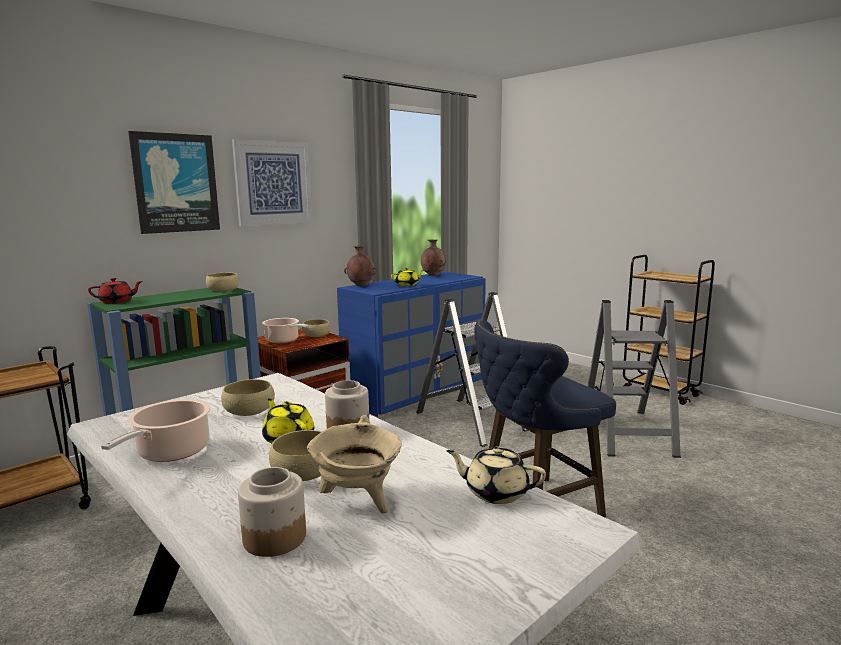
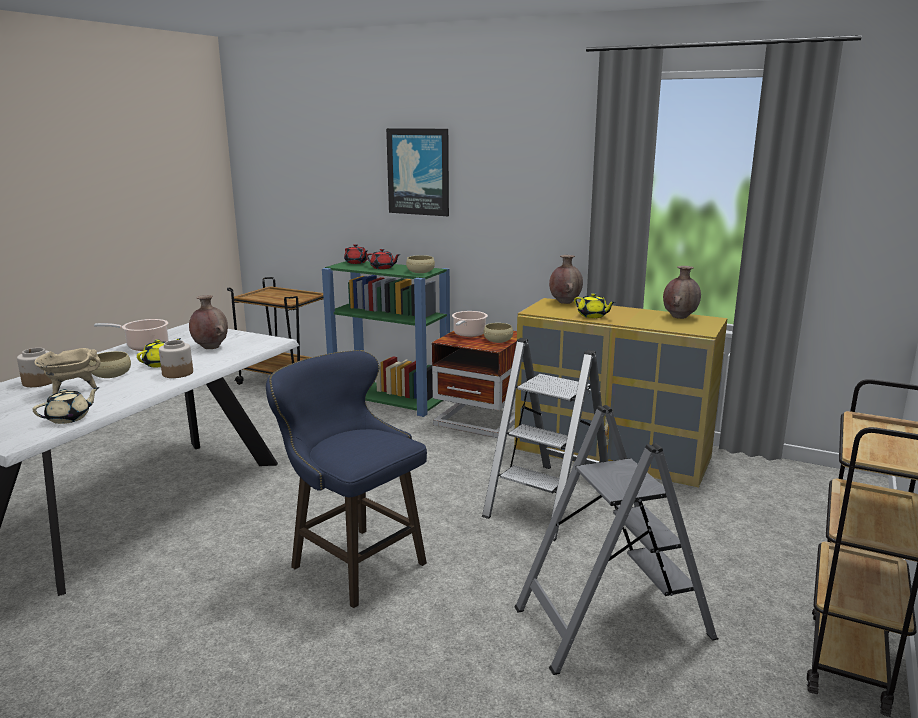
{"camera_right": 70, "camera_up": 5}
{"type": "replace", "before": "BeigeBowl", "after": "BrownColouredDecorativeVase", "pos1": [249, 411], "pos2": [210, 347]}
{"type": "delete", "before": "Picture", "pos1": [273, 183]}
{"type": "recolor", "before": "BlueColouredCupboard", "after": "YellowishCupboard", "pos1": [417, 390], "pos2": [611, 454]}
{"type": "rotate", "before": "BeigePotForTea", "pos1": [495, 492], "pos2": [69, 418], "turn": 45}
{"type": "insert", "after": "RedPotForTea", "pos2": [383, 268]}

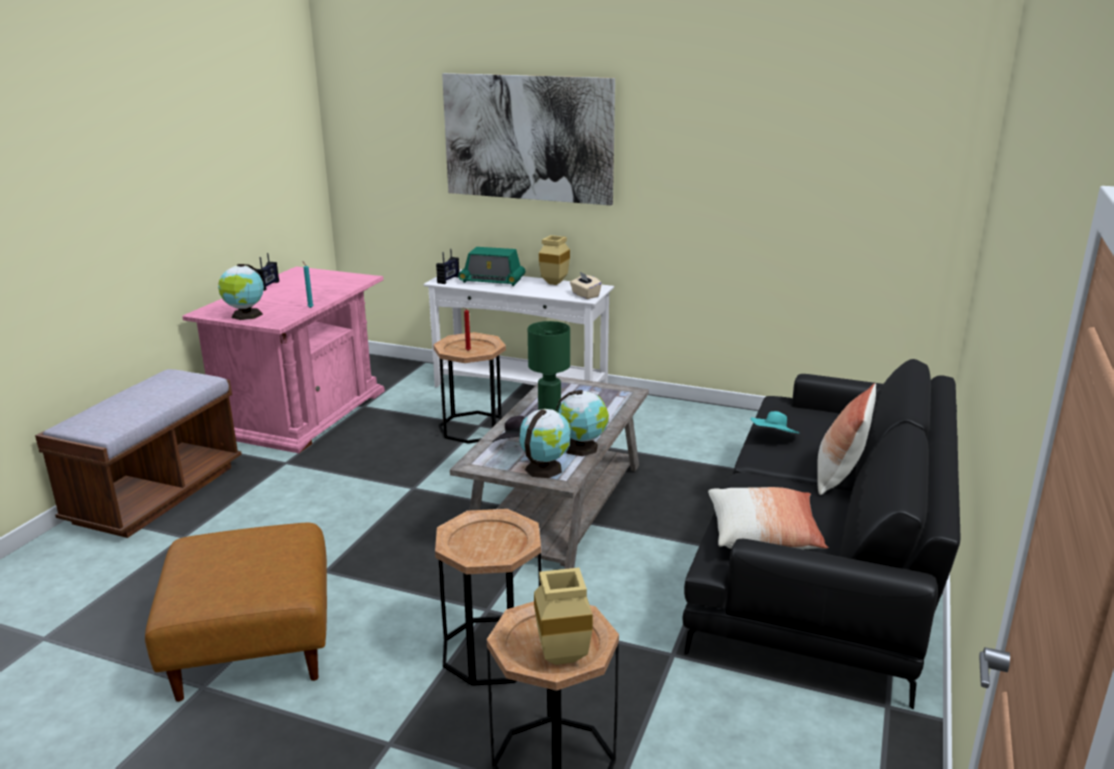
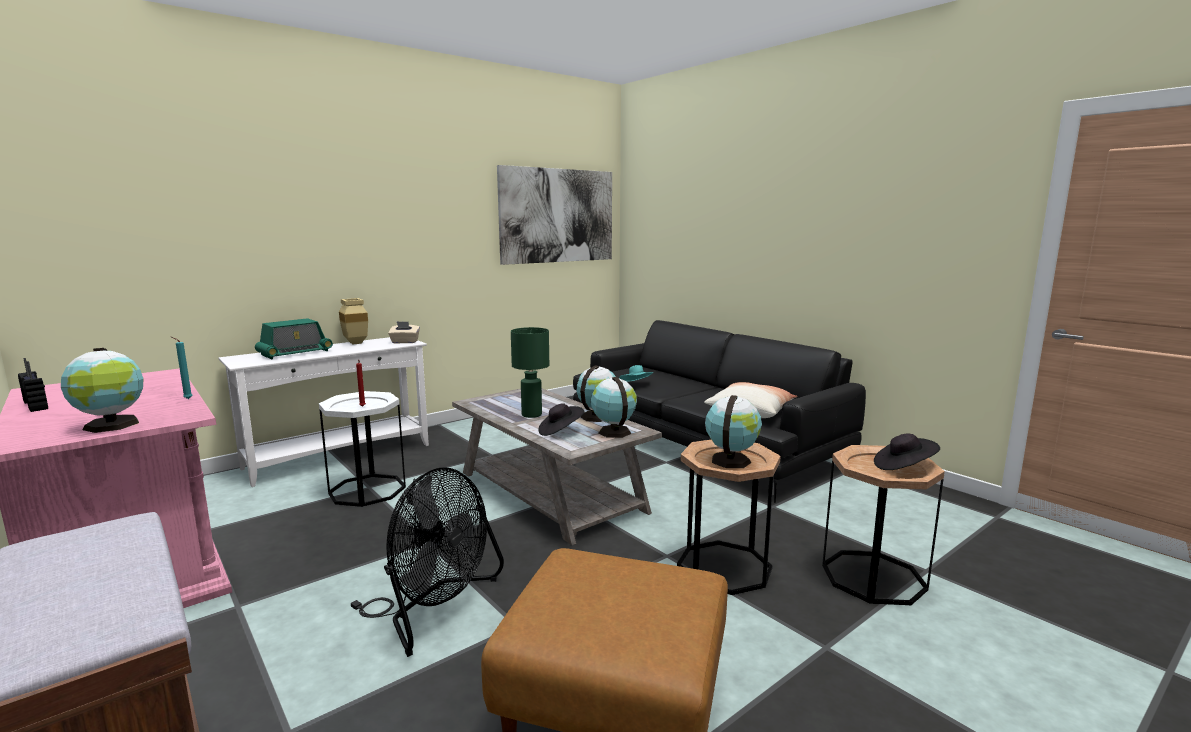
{"camera_right": -60, "camera_up": -10}
{"type": "recolor", "before": "BrownColouredAccentTable", "after": "WhitishAccentTable", "pos1": [473, 427], "pos2": [367, 490]}
{"type": "delete", "before": "RadioReceiver", "pos1": [449, 280]}
{"type": "move", "before": "Picture", "pos1": [528, 138], "pos2": [557, 216]}
{"type": "replace", "before": "BeigeDecorativeVase", "after": "BlackishClothingHat", "pos1": [565, 656], "pos2": [903, 467]}
{"type": "delete", "before": "Cushion", "pos1": [839, 477]}
{"type": "insert", "after": "BlackishFan", "pos2": [430, 609]}
{"type": "insert", "after": "Globe", "pos2": [730, 460]}

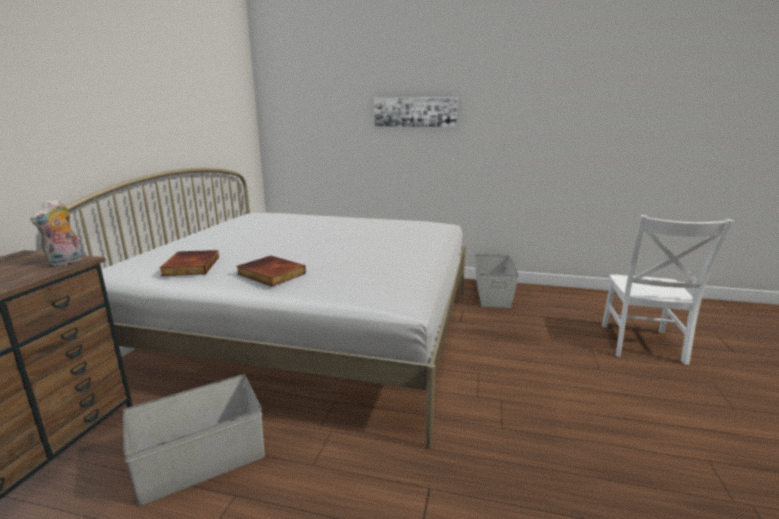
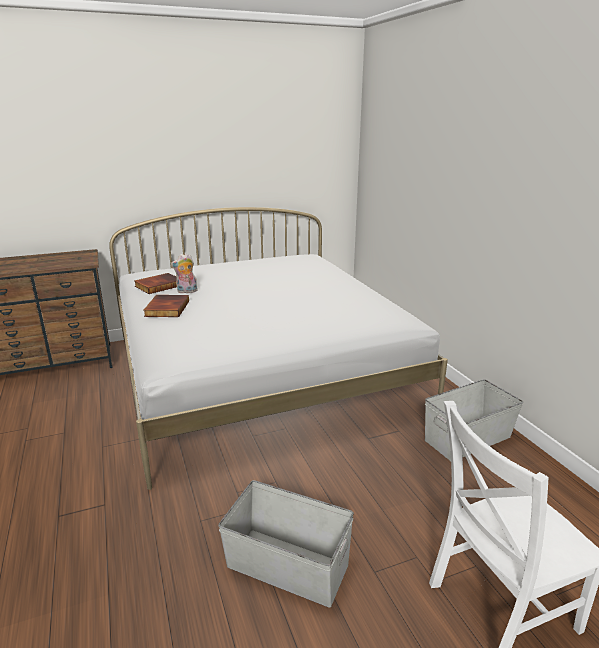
{"camera_right": 55, "camera_up": 5}
{"type": "move", "before": "SoftToy", "pos1": [67, 263], "pos2": [186, 291]}
{"type": "move", "before": "GreyStorageContainer", "pos1": [202, 462], "pos2": [287, 566]}
{"type": "delete", "before": "Picture", "pos1": [415, 112]}

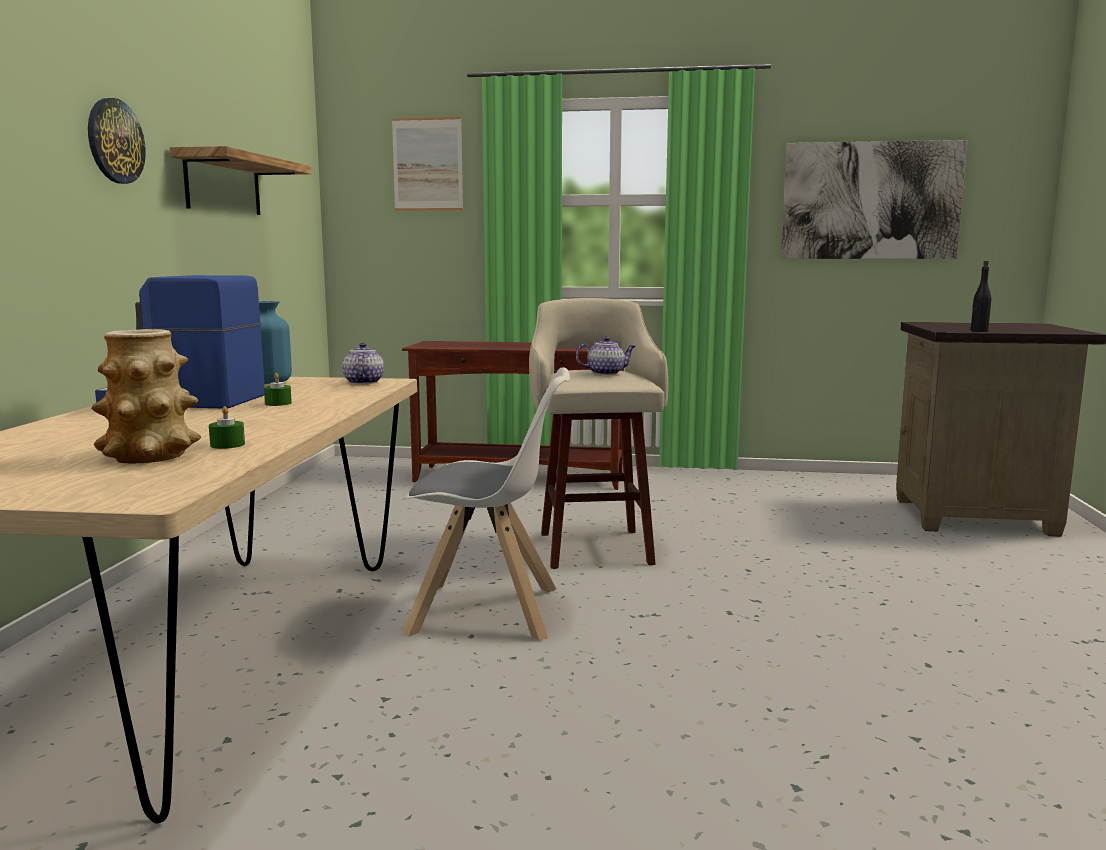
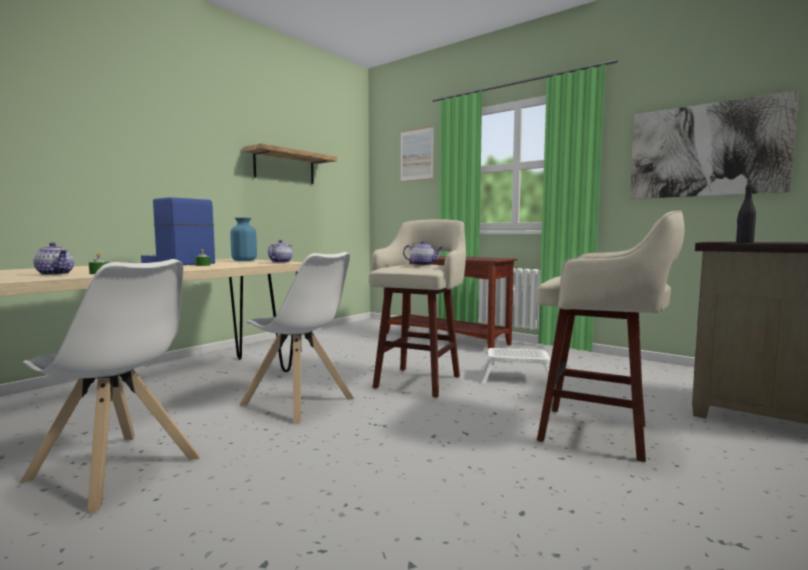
{"camera_right": 30, "camera_up": -5}
{"type": "delete", "before": "WallClock", "pos1": [115, 141]}
{"type": "replace", "before": "DecorativeVase", "after": "PotForTea", "pos1": [150, 456], "pos2": [56, 274]}
{"type": "insert", "after": "UprightChair", "pos2": [117, 470]}
{"type": "insert", "after": "WhitishStepStool", "pos2": [517, 378]}
{"type": "insert", "after": "BeigeSittingStool", "pos2": [599, 434]}

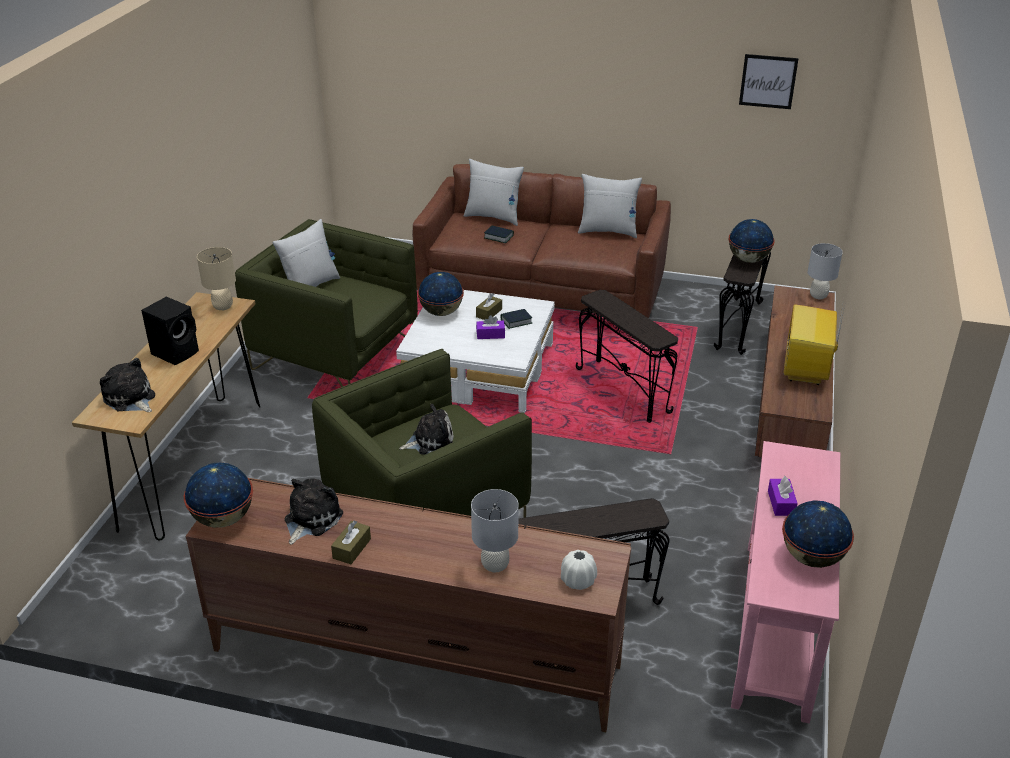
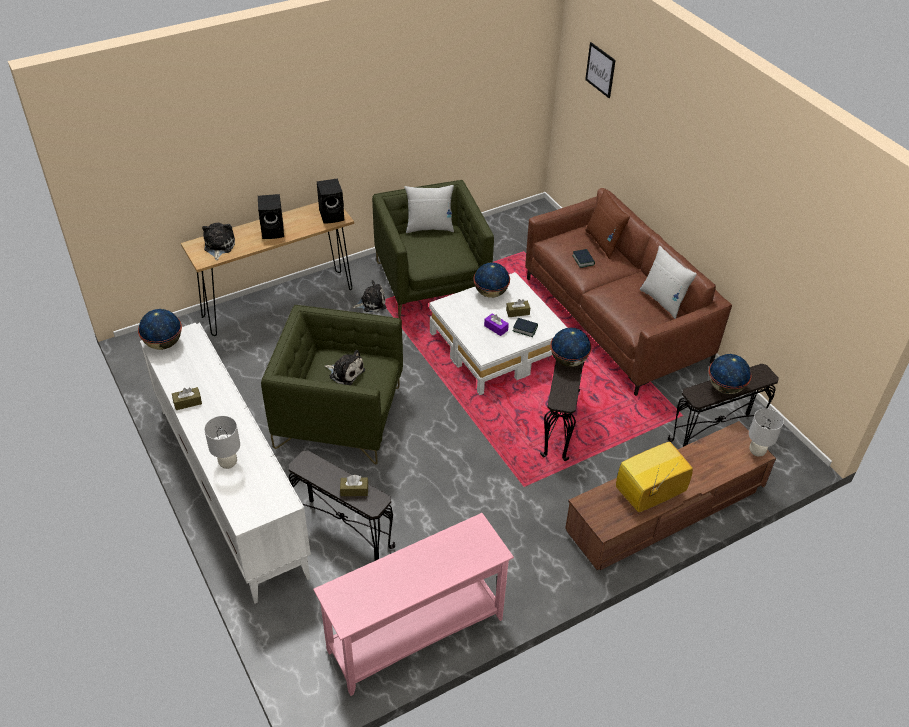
{"camera_right": 45, "camera_up": 10}
{"type": "recolor", "before": "BrownColouredCupboard", "after": "WhitishCupboard", "pos1": [413, 659], "pos2": [229, 489]}
{"type": "replace", "before": "BeigeTabletopLamp", "after": "BlackishLoudspeaker", "pos1": [222, 307], "pos2": [332, 215]}
{"type": "move", "before": "SoftToy", "pos1": [310, 519], "pos2": [371, 303]}
{"type": "recolor", "before": "GreyCushion", "after": "BrownColouredCushion", "pos1": [493, 217], "pos2": [603, 243]}
{"type": "delete", "before": "WhitishDecorativeVase", "pos1": [578, 581]}
{"type": "move", "before": "Picture", "pos1": [768, 81], "pos2": [600, 70]}
{"type": "delete", "before": "PurplishTissueBox", "pos1": [781, 503]}
{"type": "move", "before": "Globe", "pos1": [812, 558], "pos2": [568, 361]}
{"type": "insert", "after": "BrownColouredTissueBox", "pos2": [354, 490]}

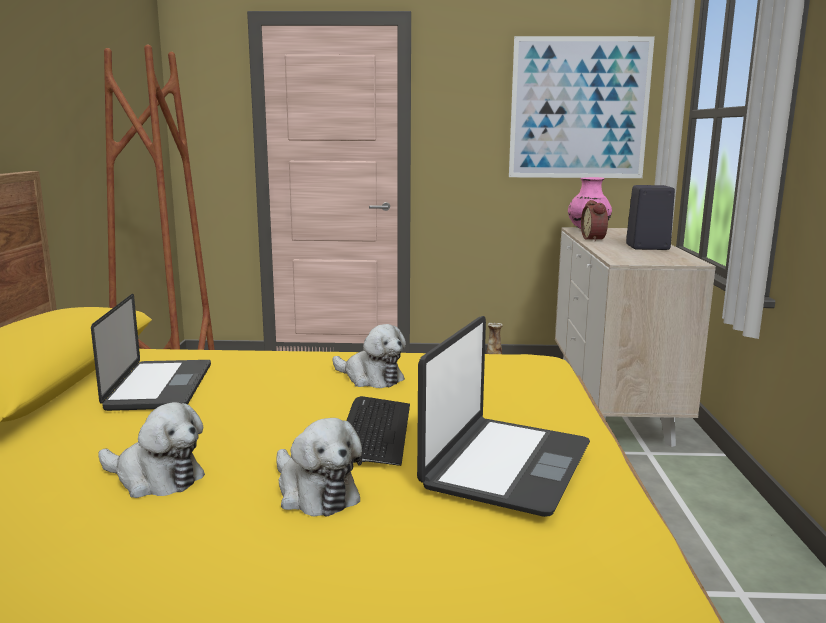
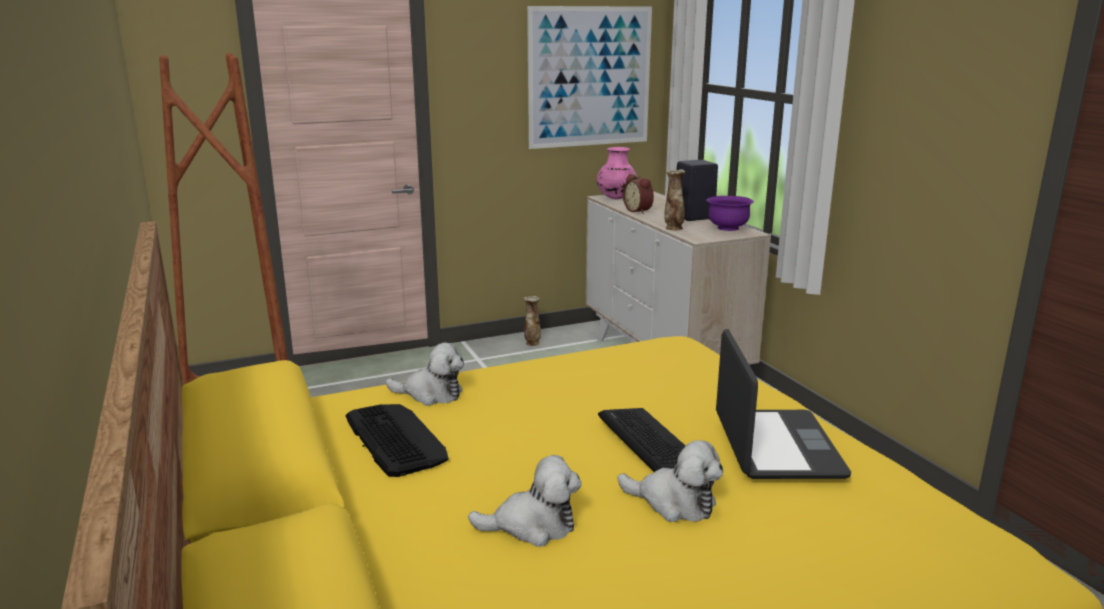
{"camera_right": -25, "camera_up": 5}
{"type": "replace", "before": "NotebookComputer", "after": "PcKeyboard", "pos1": [160, 387], "pos2": [395, 439]}
{"type": "move", "before": "SoftToy", "pos1": [370, 378], "pos2": [431, 394]}
{"type": "insert", "after": "DecorativeVase", "pos2": [673, 228]}
{"type": "insert", "after": "PurplishBowl", "pos2": [727, 228]}

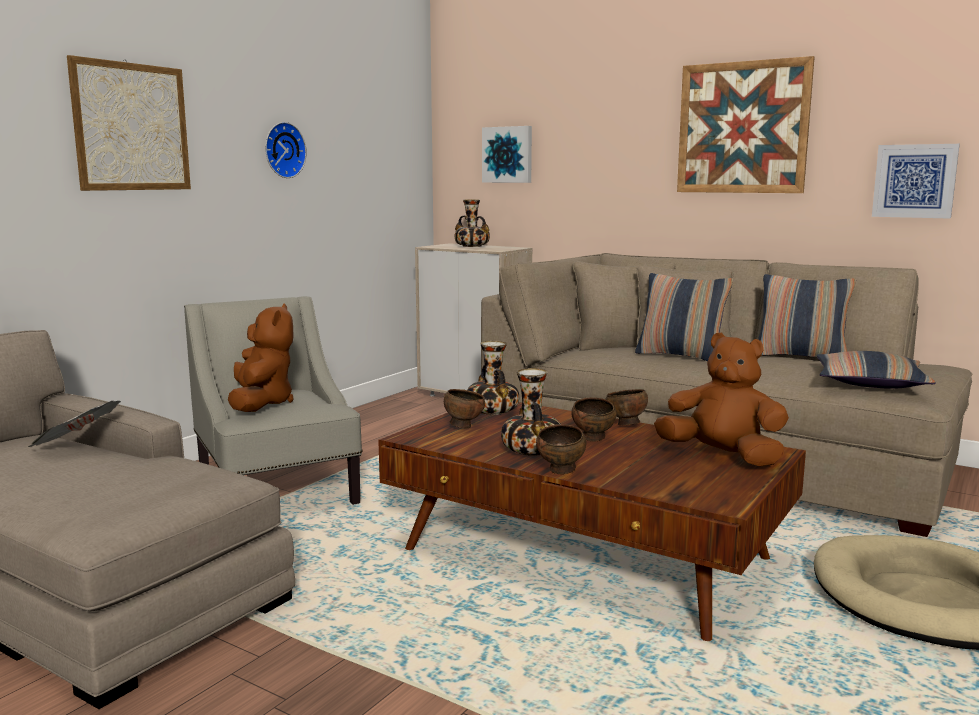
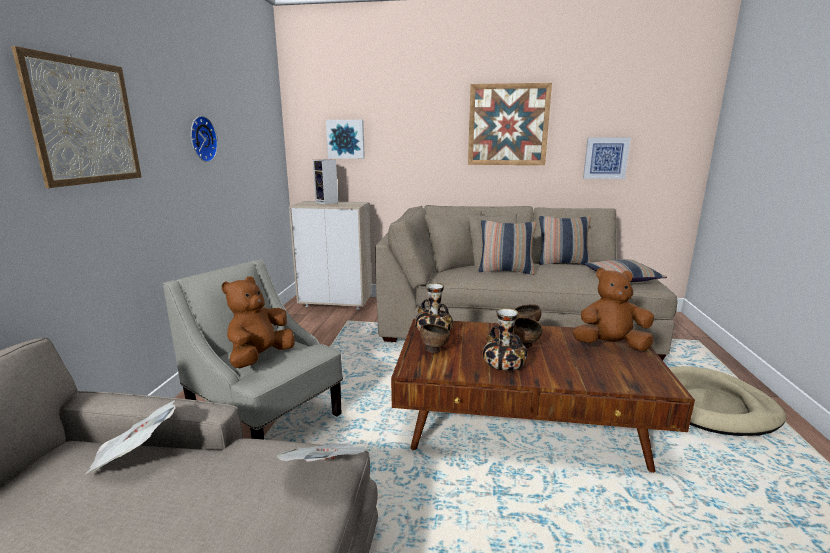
{"camera_right": -25, "camera_up": 5}
{"type": "rotate", "before": "BrownColouredSoftToy", "pos1": [261, 403], "pos2": [260, 358], "turn": -120}
{"type": "replace", "before": "DecorativeVase", "after": "Loudspeaker", "pos1": [472, 246], "pos2": [327, 203]}
{"type": "delete", "before": "BrownColouredBowl", "pos1": [561, 471]}
{"type": "insert", "after": "PrintedPaper", "pos2": [327, 470]}

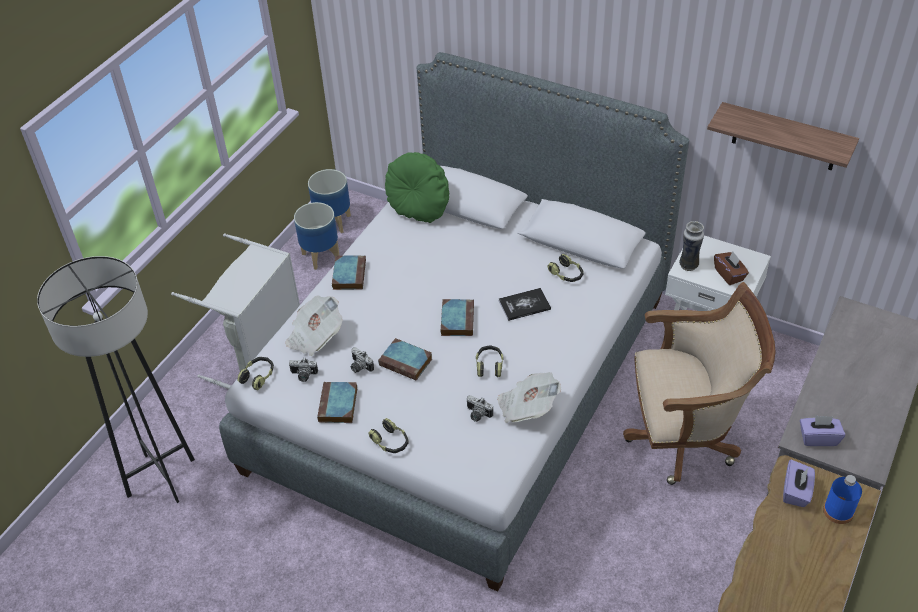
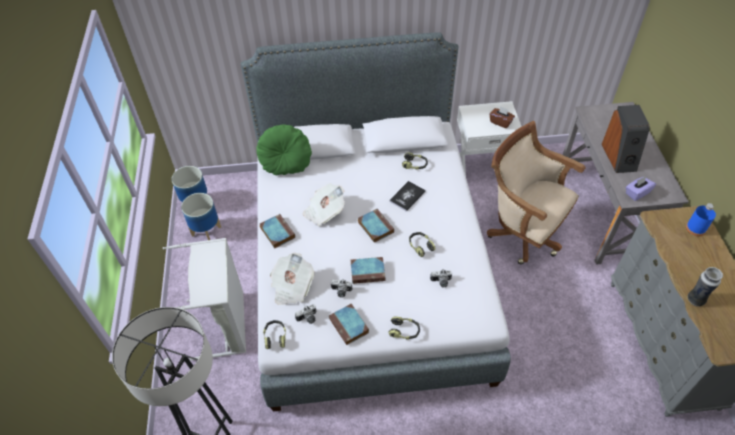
{"camera_right": -35, "camera_up": 5}
{"type": "move", "before": "PrintedPaper", "pos1": [527, 407], "pos2": [324, 211]}
{"type": "rotate", "before": "OfficeChair", "pos1": [685, 441], "pos2": [520, 234], "turn": -105}
{"type": "move", "before": "DecorativeVase", "pos1": [688, 265], "pos2": [695, 299]}
{"type": "delete", "before": "WallShelf", "pos1": [785, 137]}
{"type": "delete", "before": "PurplishTissueBox", "pos1": [796, 492]}
{"type": "insert", "after": "Loudspeaker", "pos2": [619, 157]}

